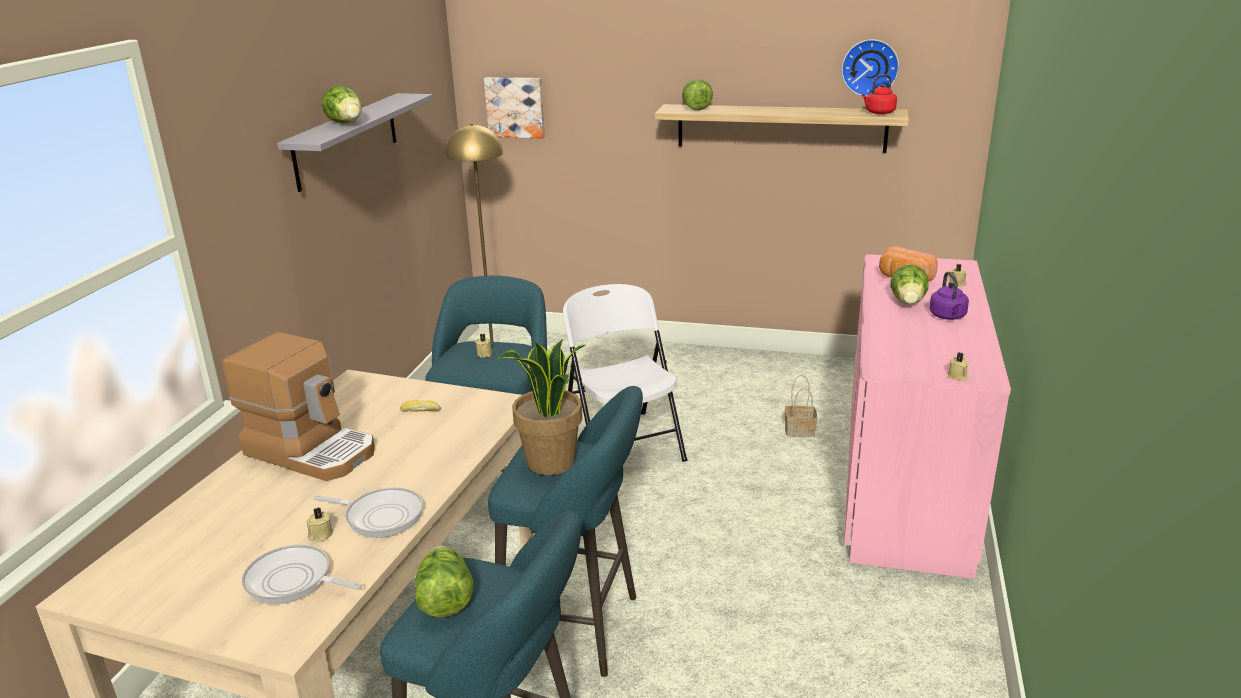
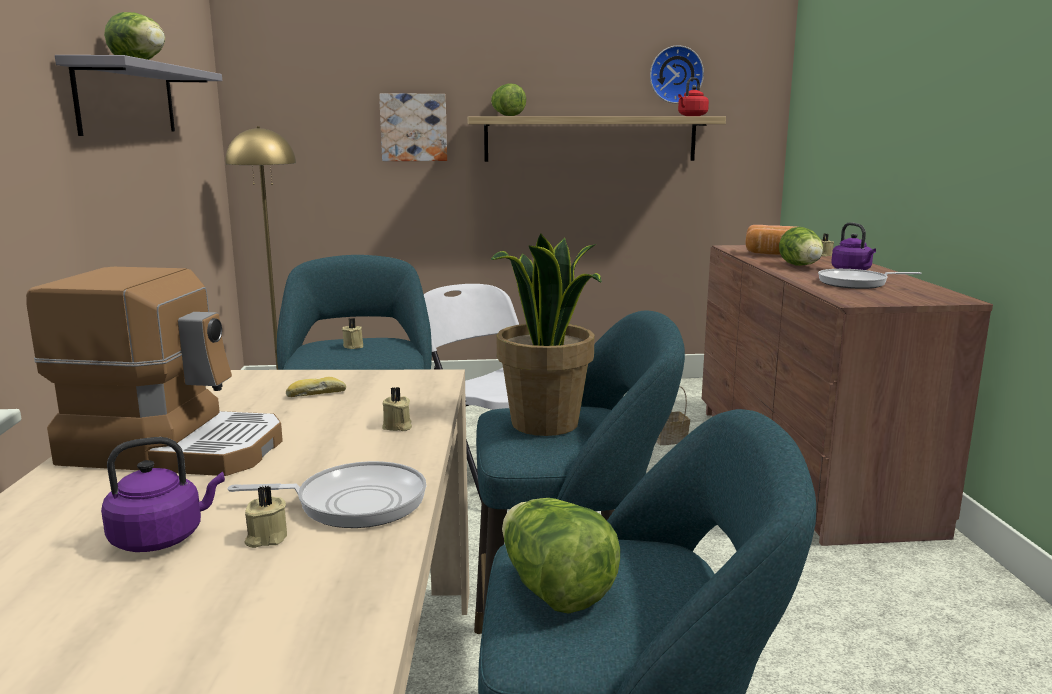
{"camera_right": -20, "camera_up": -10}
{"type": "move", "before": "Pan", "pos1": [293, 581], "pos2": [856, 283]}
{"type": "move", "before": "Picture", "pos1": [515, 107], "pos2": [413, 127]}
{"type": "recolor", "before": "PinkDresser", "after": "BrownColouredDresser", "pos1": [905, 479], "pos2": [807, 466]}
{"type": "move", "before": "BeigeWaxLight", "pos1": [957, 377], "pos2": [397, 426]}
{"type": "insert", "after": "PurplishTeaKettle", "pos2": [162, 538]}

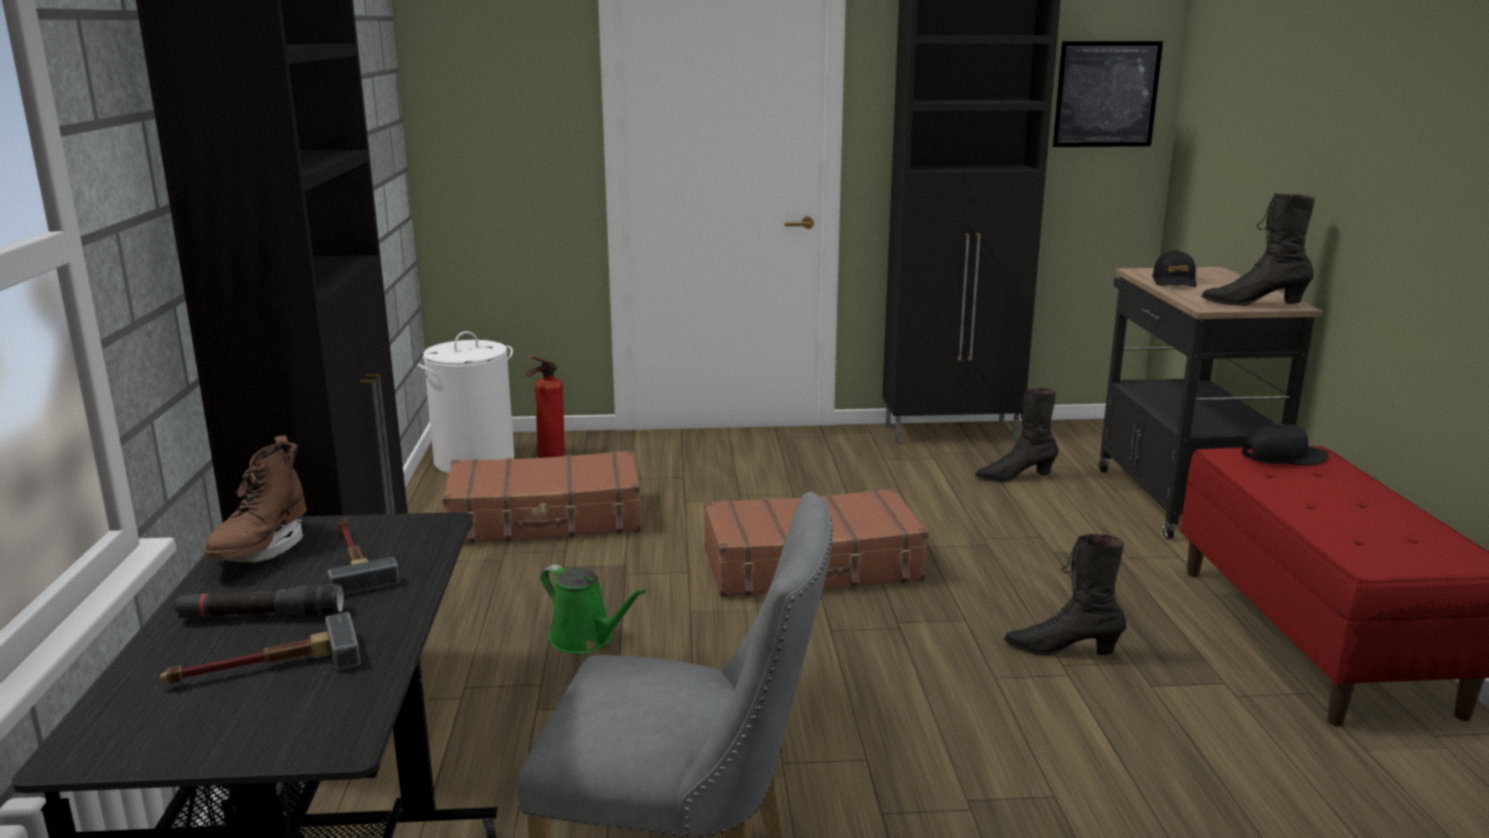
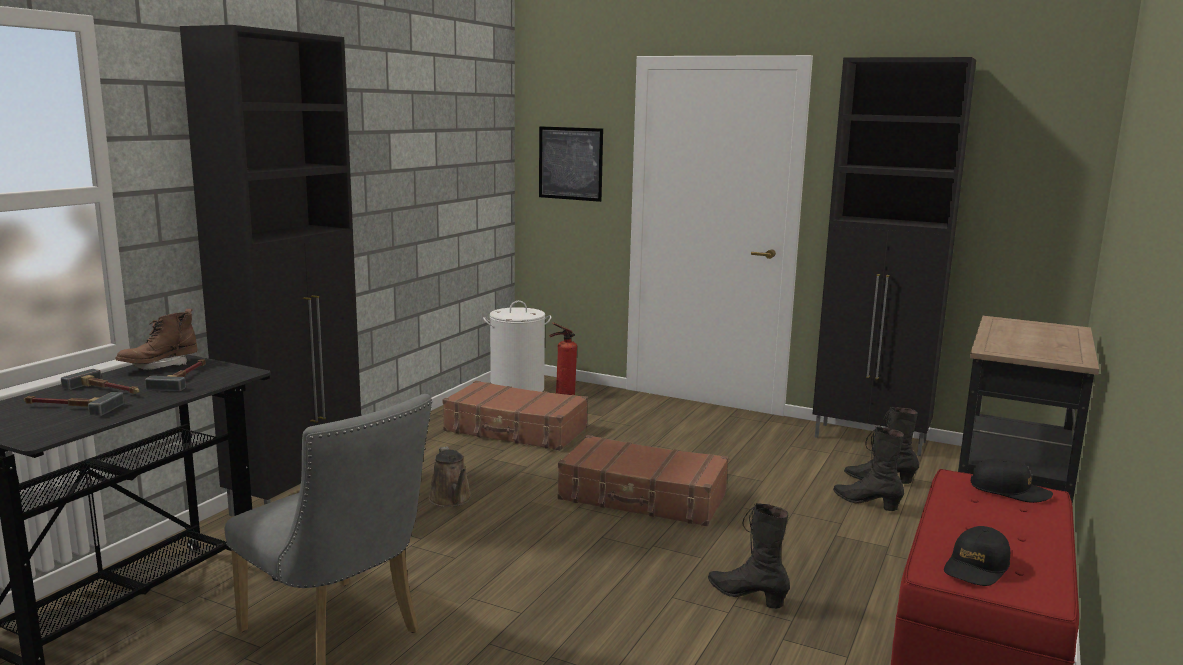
{"camera_right": 30, "camera_up": -5}
{"type": "replace", "before": "BlackishTorch", "after": "Hammer", "pos1": [262, 616], "pos2": [107, 390]}
{"type": "recolor", "before": "GreenishWateringPot", "after": "BrownColouredWateringPot", "pos1": [586, 639], "pos2": [451, 499]}
{"type": "move", "before": "Picture", "pos1": [1106, 94], "pos2": [570, 163]}
{"type": "move", "before": "BlackishPeakedCap", "pos1": [1174, 282], "pos2": [976, 568]}
{"type": "move", "before": "BlackishHighTopBoot", "pos1": [1253, 304], "pos2": [866, 503]}

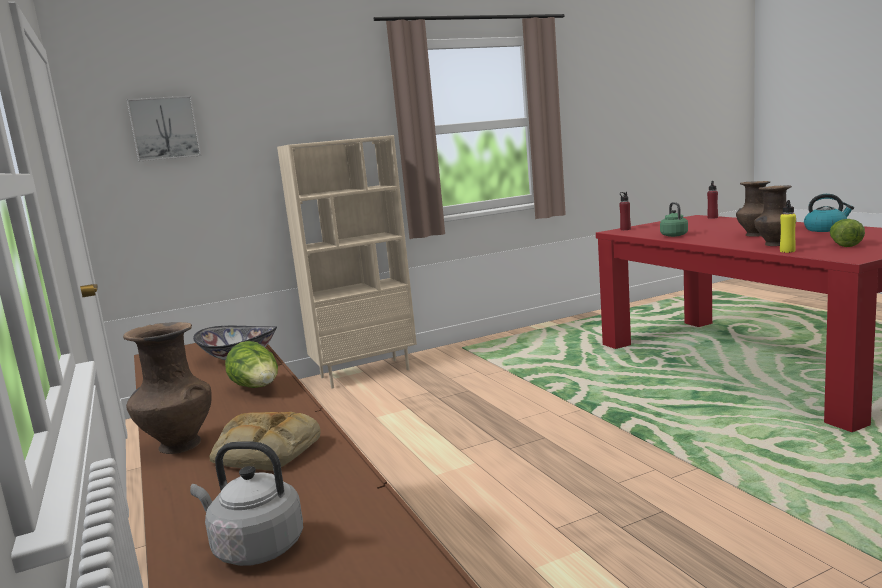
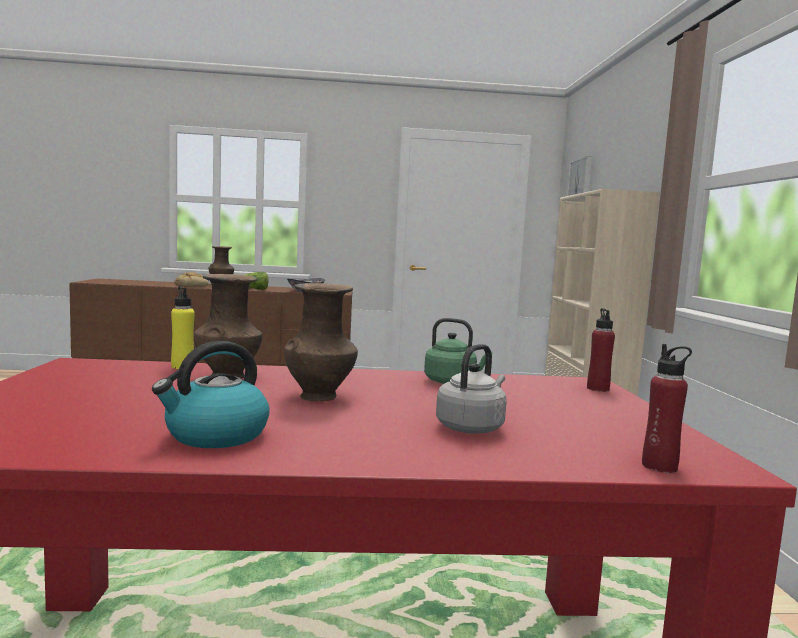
{"camera_right": 110, "camera_up": -5}
{"type": "move", "before": "GreyTeaKettle", "pos1": [254, 547], "pos2": [472, 427]}
{"type": "delete", "before": "Lettuce", "pos1": [844, 244]}

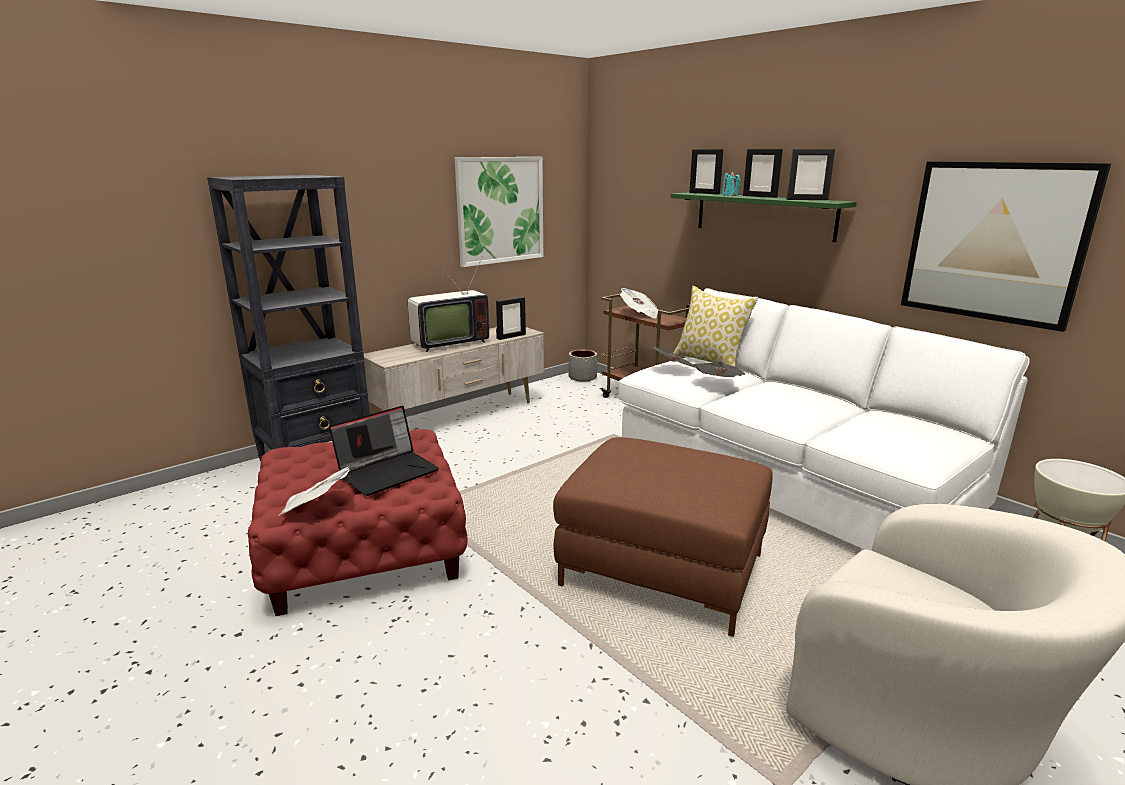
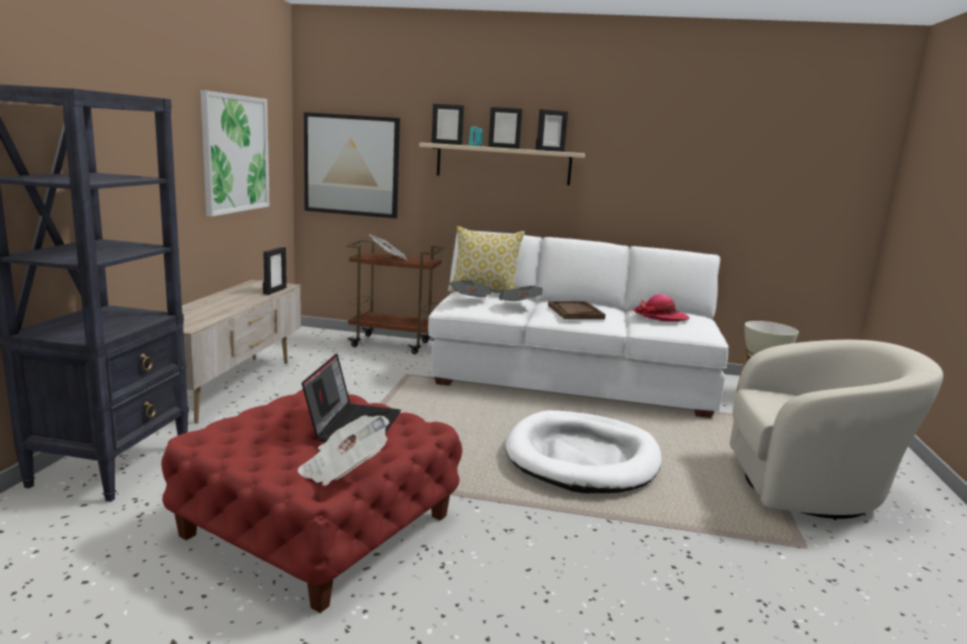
{"camera_right": -40, "camera_up": -5}
{"type": "delete", "before": "Television", "pos1": [448, 343]}
{"type": "replace", "before": "BrownColouredPouffe", "after": "WhitishDogCushion", "pos1": [663, 570], "pos2": [582, 458]}
{"type": "delete", "before": "GreyFlowerPot", "pos1": [582, 377]}
{"type": "recolor", "before": "GreenishWallShelf", "after": "BeigeWallShelf", "pos1": [763, 215], "pos2": [503, 164]}
{"type": "move", "before": "Picture", "pos1": [994, 242], "pos2": [352, 165]}
{"type": "insert", "after": "BrownColouredCarryingTray", "pos2": [575, 312]}
{"type": "insert", "after": "ClothingHat", "pos2": [660, 316]}

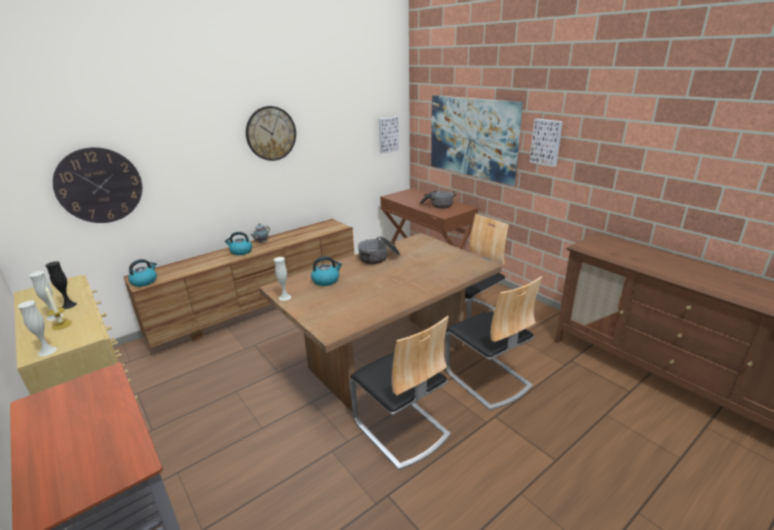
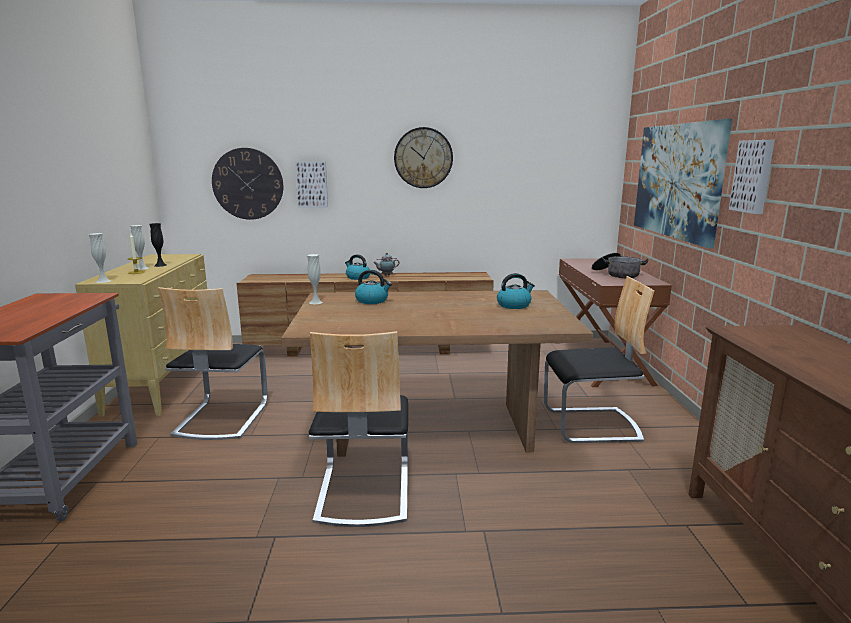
{"camera_right": 35, "camera_up": -10}
{"type": "move", "before": "TeaKettle", "pos1": [144, 281], "pos2": [514, 305]}
{"type": "delete", "before": "CookingPot", "pos1": [379, 258]}
{"type": "move", "before": "Picture", "pos1": [387, 134], "pos2": [312, 184]}
{"type": "move", "before": "UprightChair", "pos1": [487, 379], "pos2": [221, 418]}

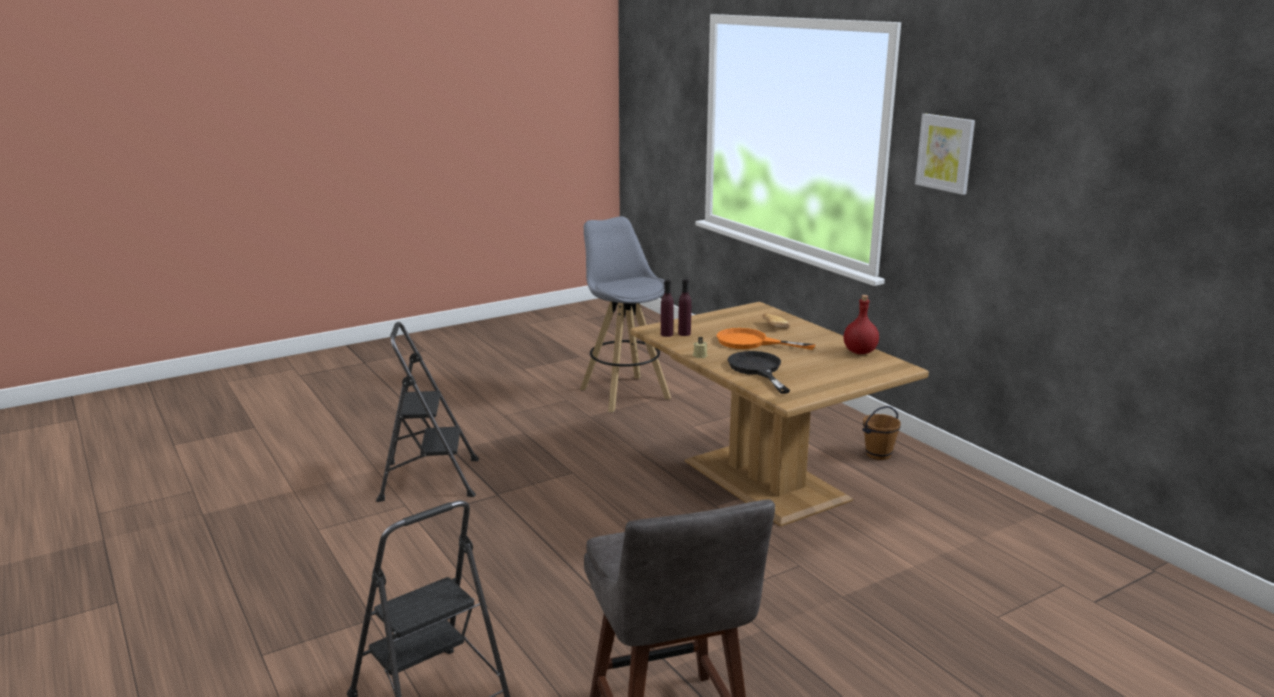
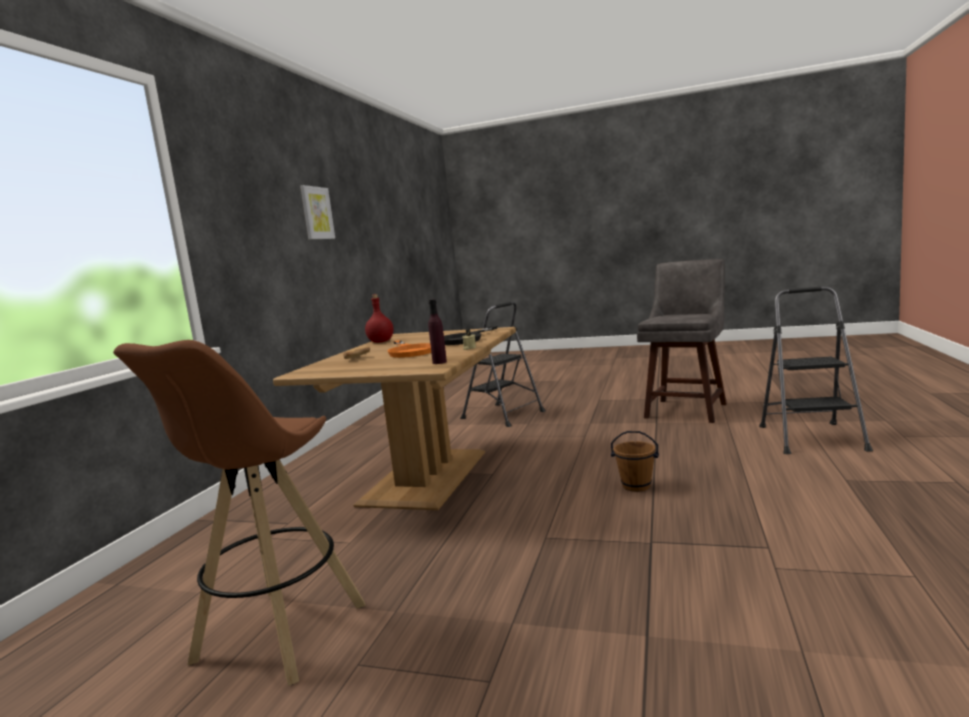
{"camera_right": -130, "camera_up": -10}
{"type": "move", "before": "BlackishStepStool", "pos1": [426, 479], "pos2": [504, 415]}
{"type": "recolor", "before": "GreySittingStool", "after": "BrownColouredSittingStool", "pos1": [624, 392], "pos2": [276, 635]}
{"type": "delete", "before": "PurplishDrinkBottle", "pos1": [684, 333]}
{"type": "move", "before": "BrownColouredWaterBucket", "pos1": [878, 454], "pos2": [636, 486]}
{"type": "move", "before": "Picture", "pos1": [945, 153], "pos2": [316, 213]}

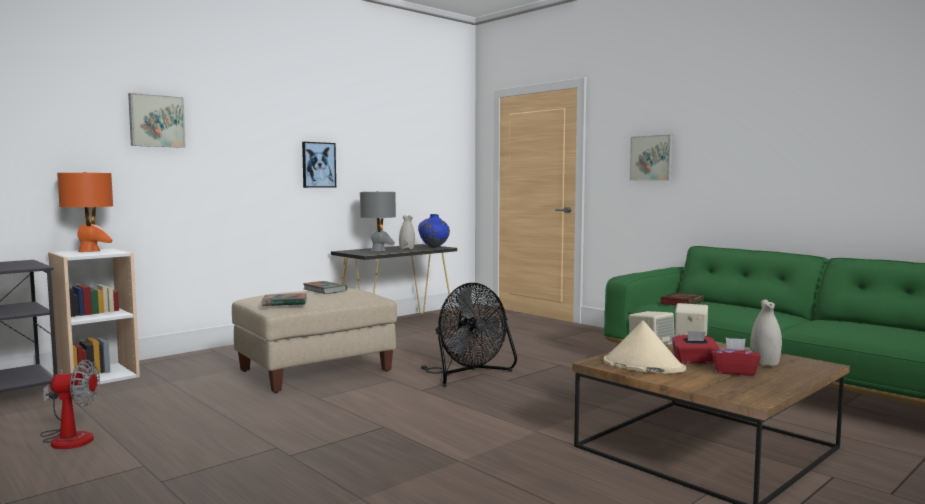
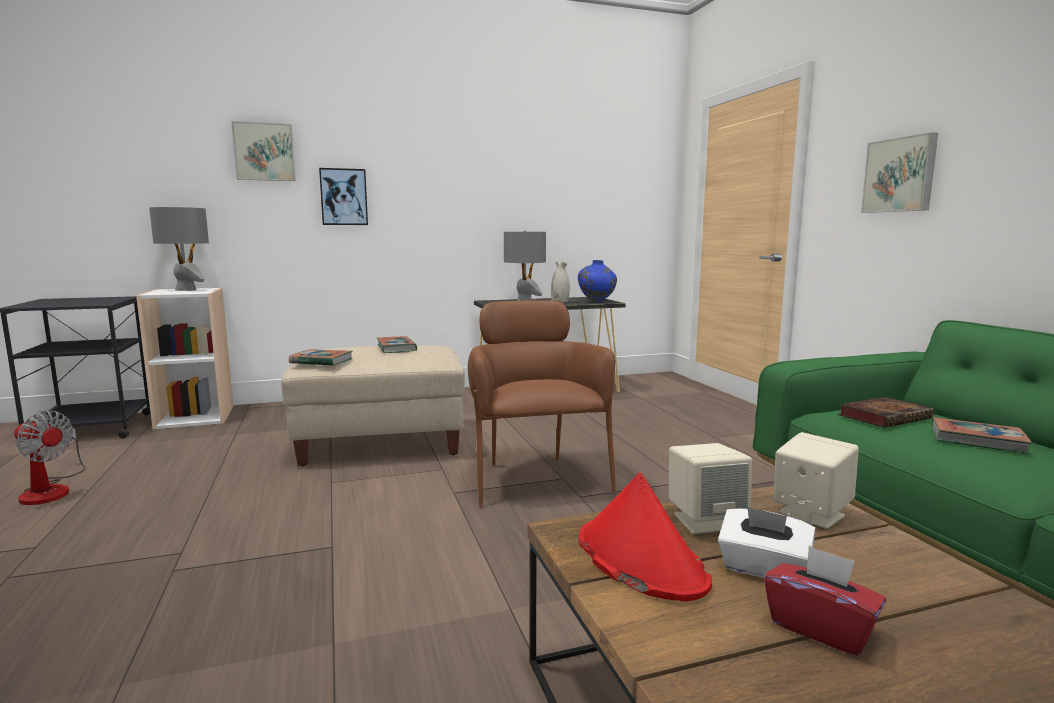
{"camera_right": 25, "camera_up": 5}
{"type": "recolor", "before": "OrangeyTabletopLamp", "after": "GreyTabletopLamp", "pos1": [89, 251], "pos2": [186, 289]}
{"type": "move", "before": "Picture", "pos1": [318, 165], "pos2": [343, 197]}
{"type": "replace", "before": "BlackishFan", "after": "BrownColouredArmchair", "pos1": [465, 375], "pos2": [535, 477]}
{"type": "recolor", "before": "BeigeClothingHat", "after": "RedClothingHat", "pos1": [643, 366], "pos2": [639, 559]}
{"type": "recolor", "before": "RedTissueBox", "after": "WhitishTissueBox", "pos1": [694, 361], "pos2": [763, 569]}
{"type": "delete", "before": "WhitishDecorativeVase", "pos1": [764, 364]}
{"type": "insert", "after": "Book", "pos2": [977, 440]}

